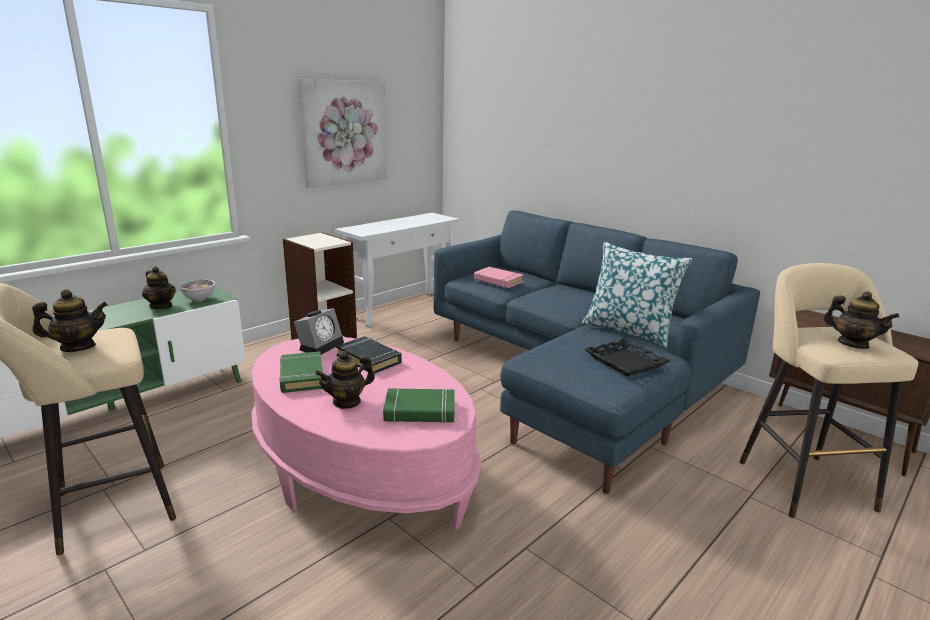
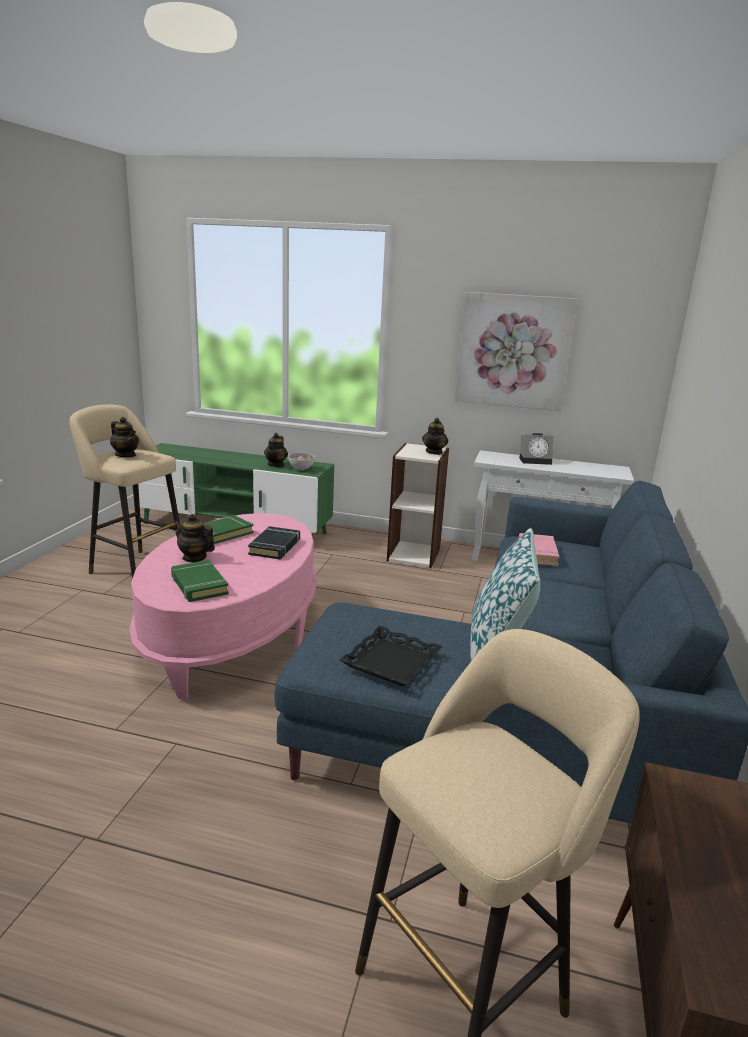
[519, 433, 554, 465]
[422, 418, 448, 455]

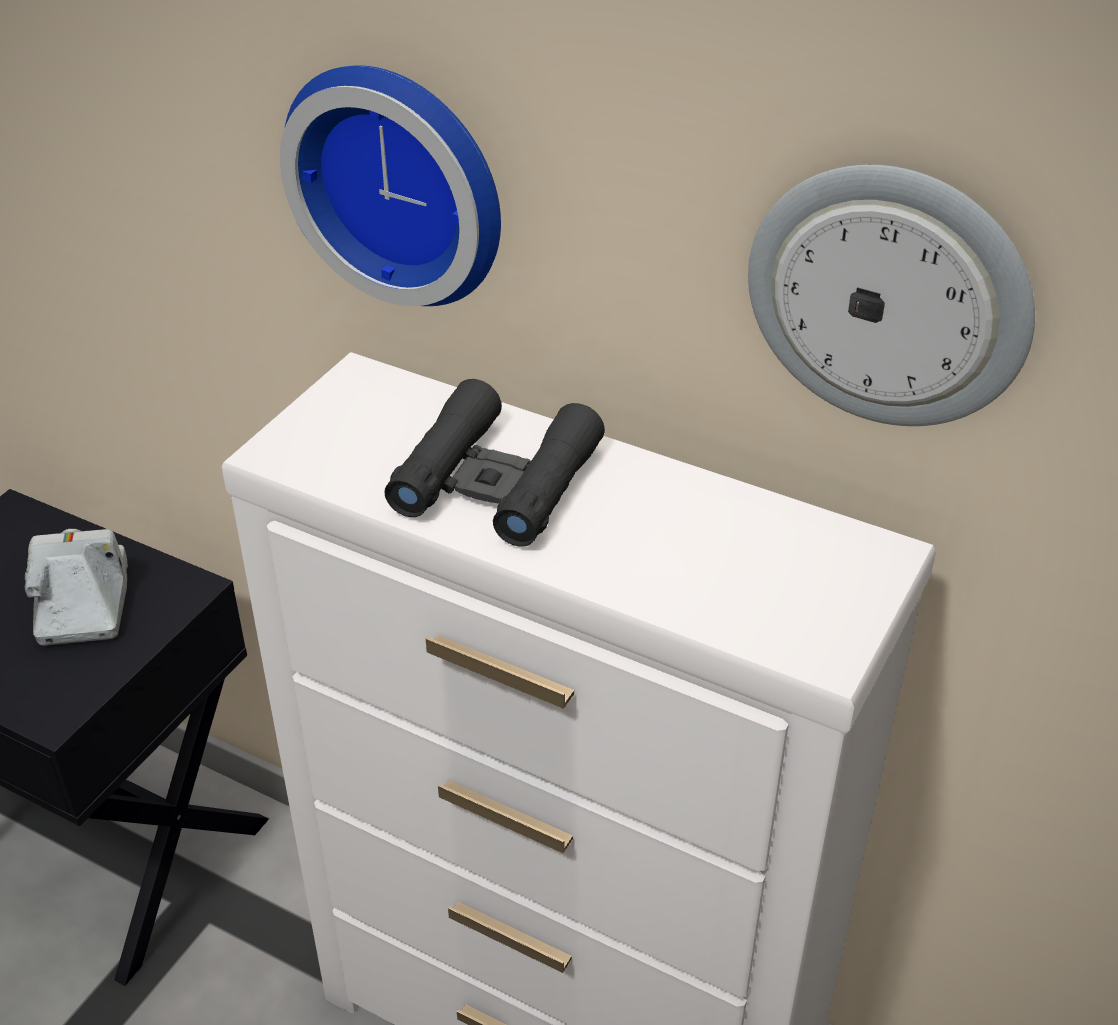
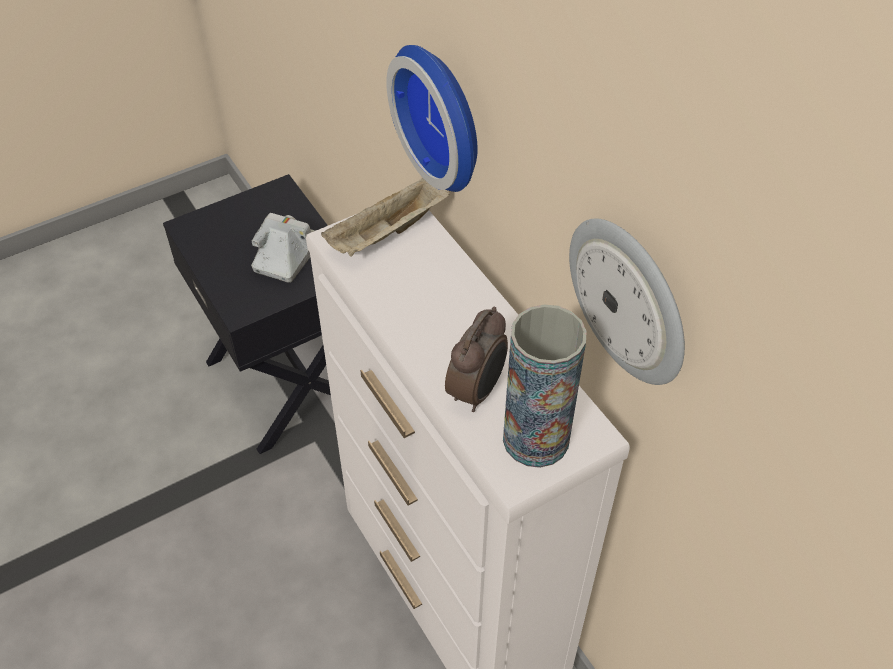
[384, 379, 605, 547] (first image)
[321, 178, 450, 257]
[445, 307, 508, 412]
[503, 305, 587, 468]

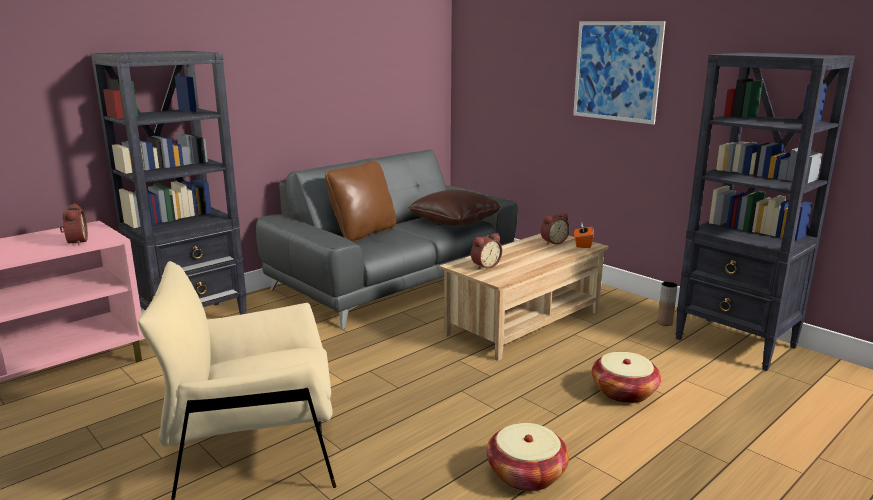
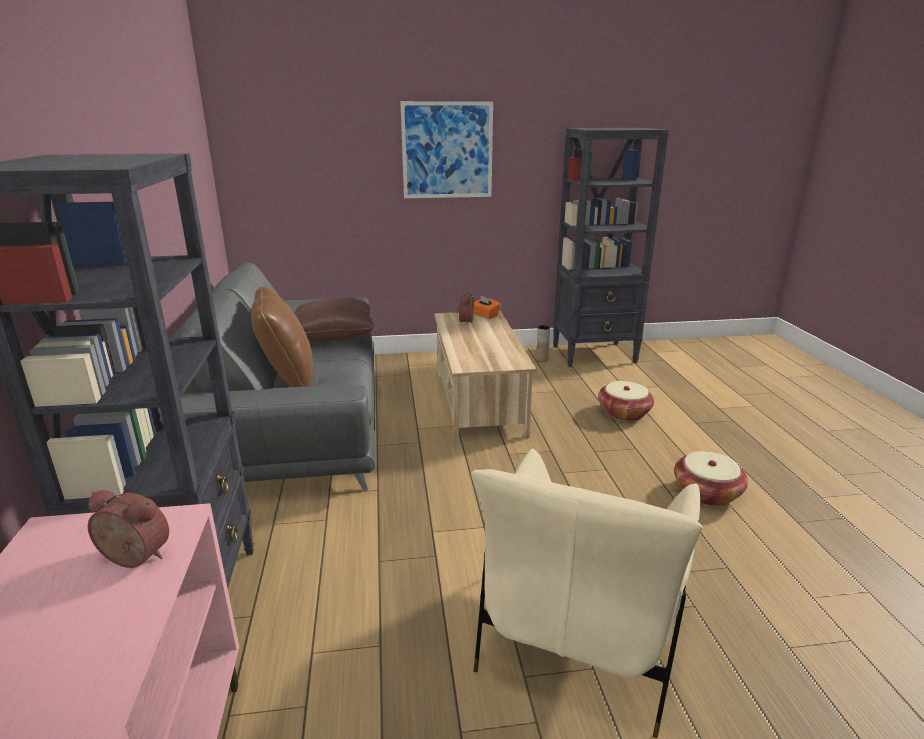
[471, 233, 502, 270] (first image)

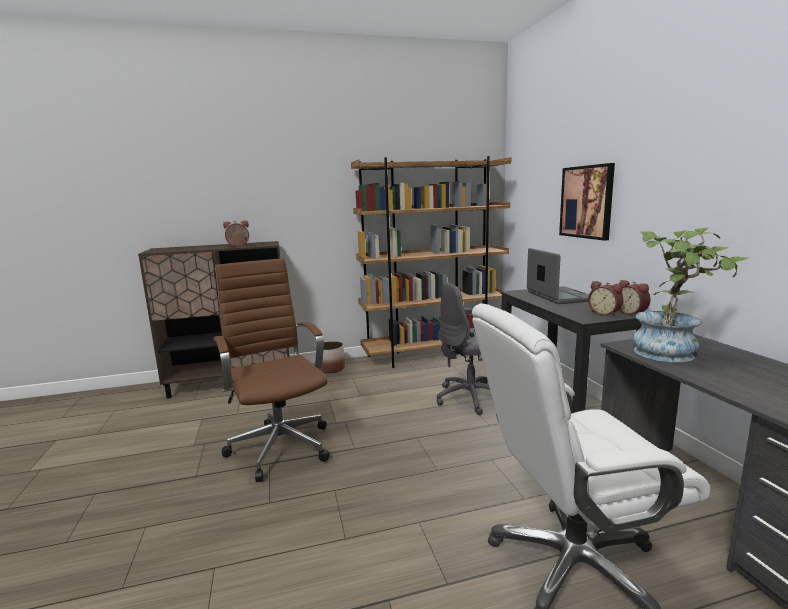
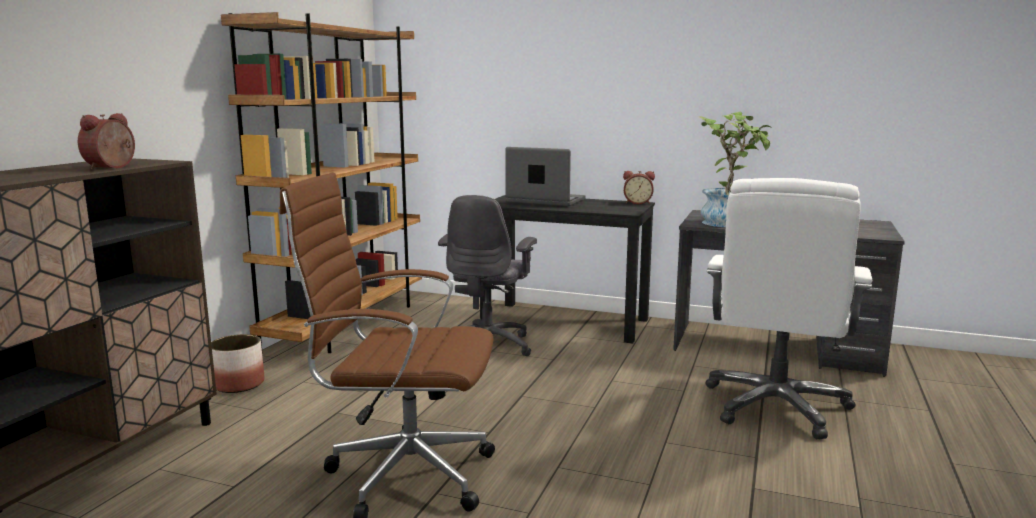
[559, 163, 615, 241] (first image)
[588, 281, 624, 317] (first image)

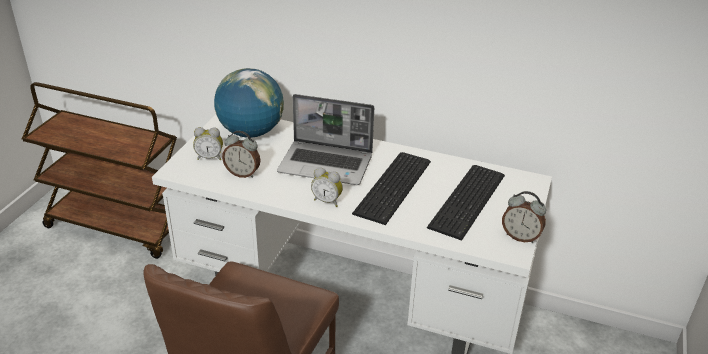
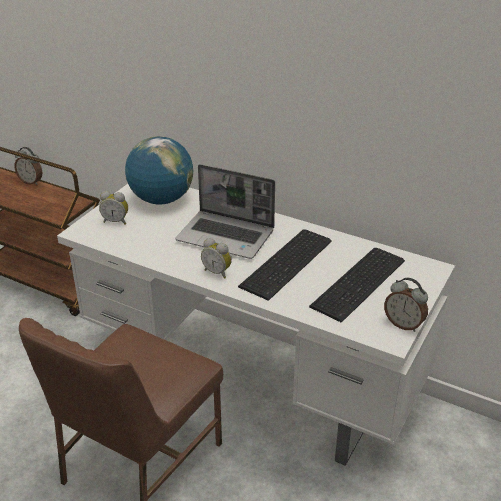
[14, 147, 42, 185]

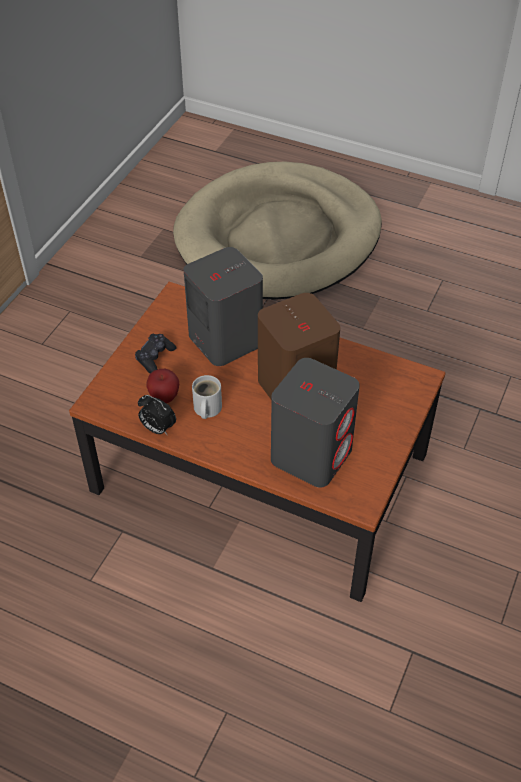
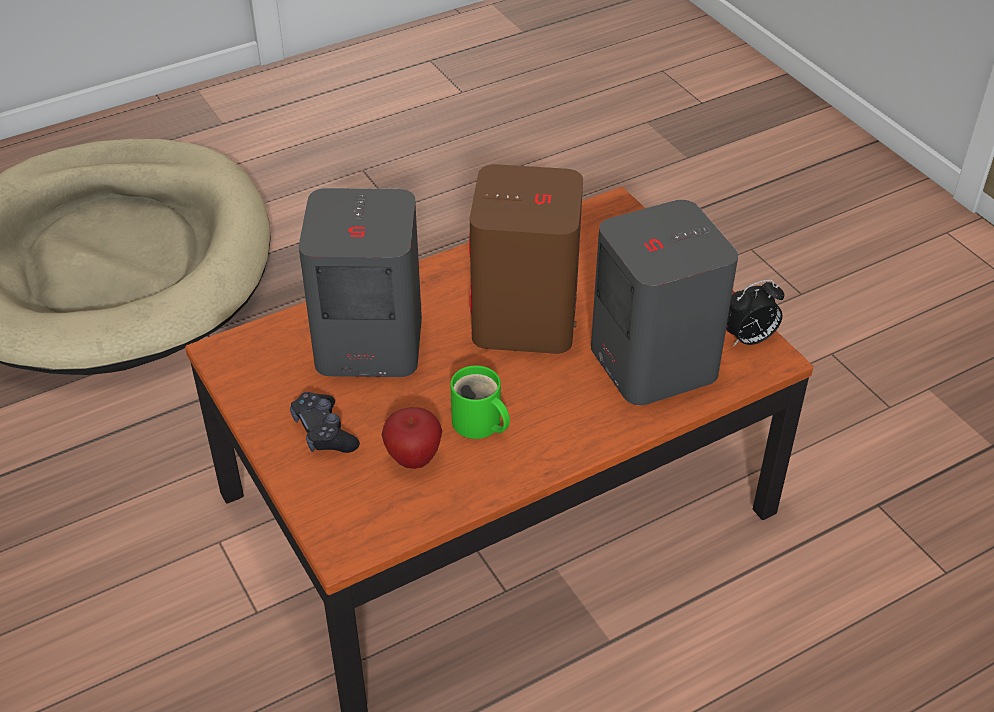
[726, 279, 784, 347]
[450, 365, 510, 439]

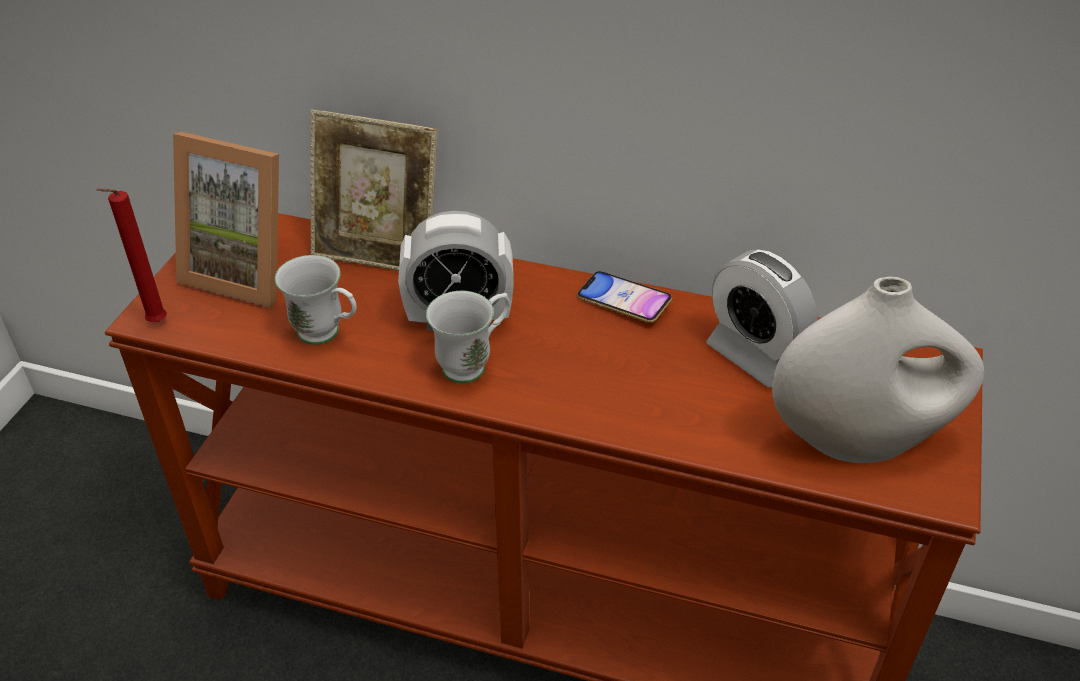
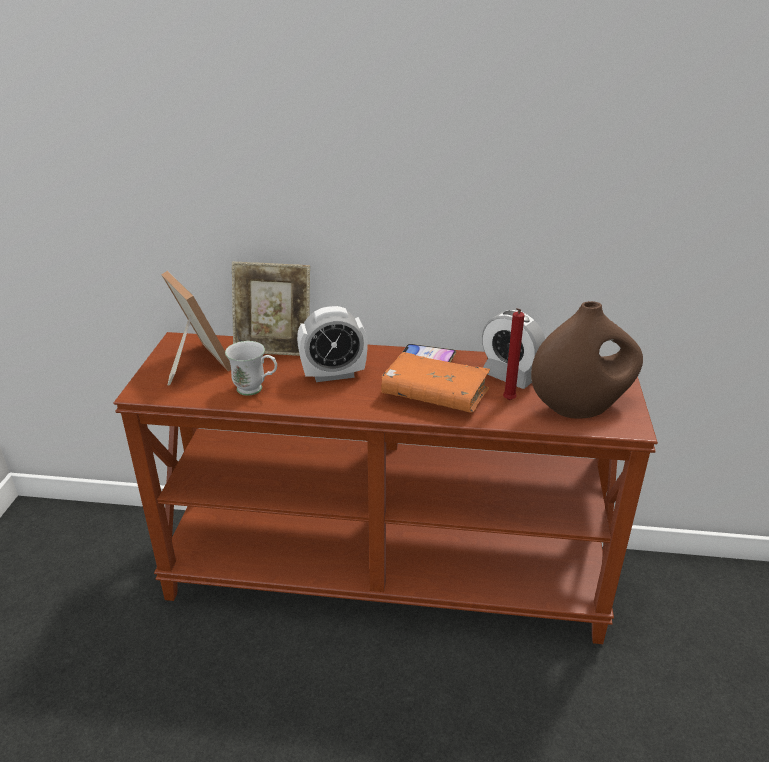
[503, 308, 525, 400]
[161, 271, 231, 386]
[426, 291, 510, 383] (first image)
[531, 301, 643, 419]
[381, 352, 490, 413]

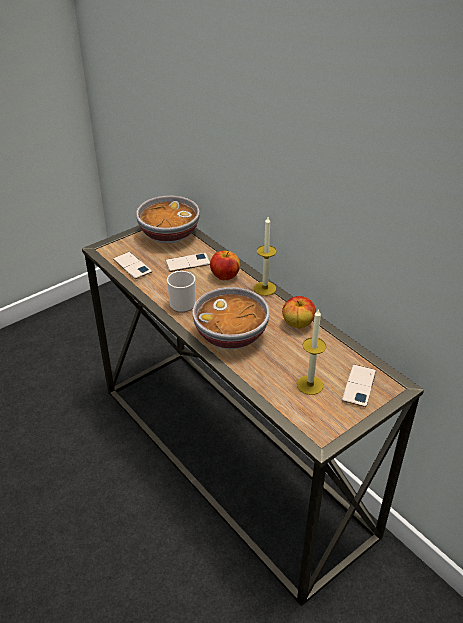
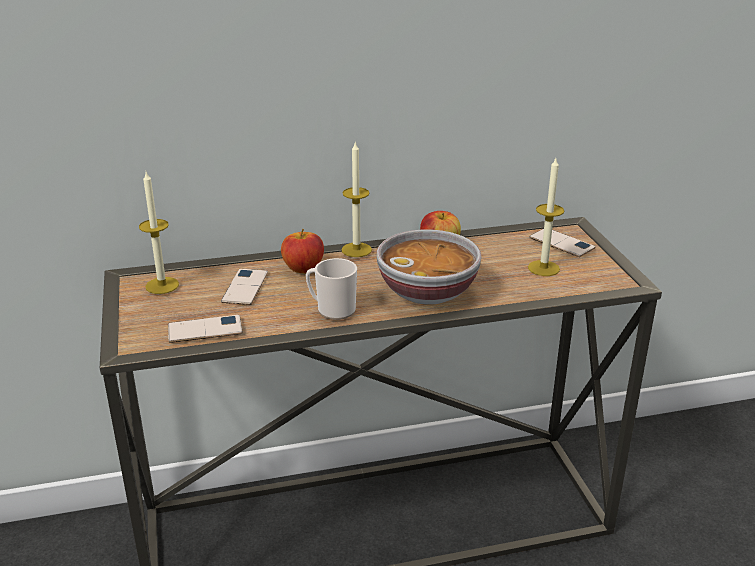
[139, 172, 179, 294]

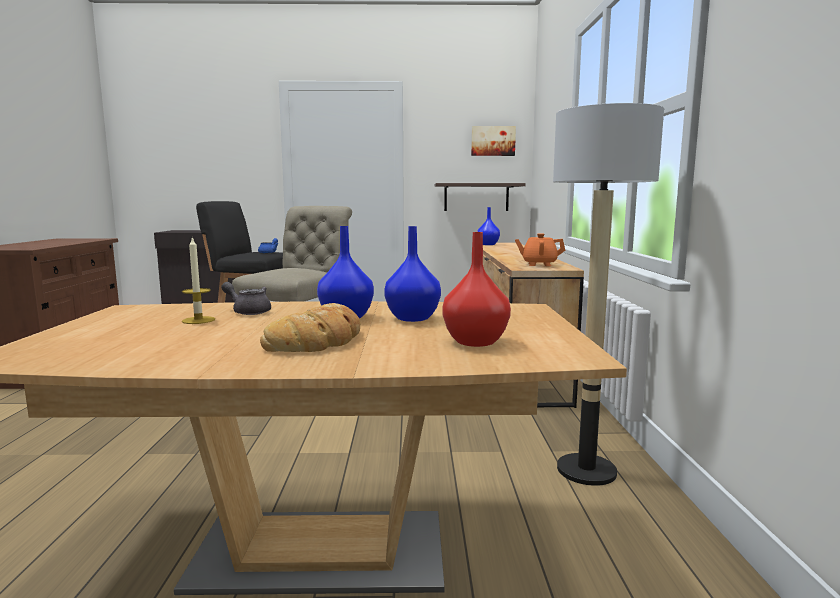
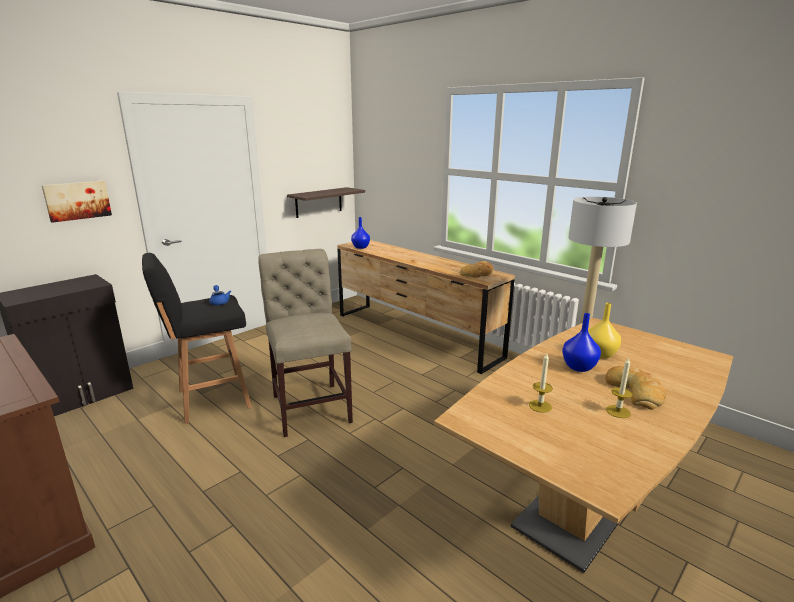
[221, 282, 271, 315] (first image)
[588, 303, 621, 359]
[442, 232, 511, 347] (first image)
[41, 181, 112, 223]
[460, 261, 493, 277]
[606, 357, 633, 418]

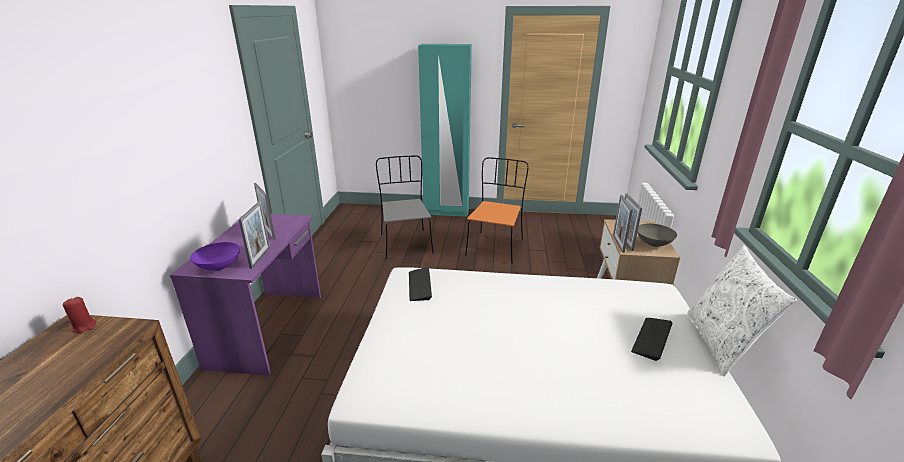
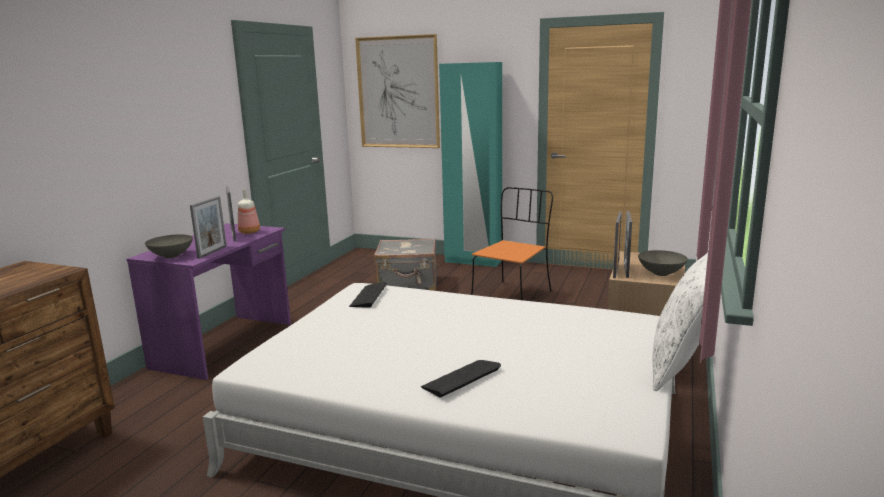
[63, 297, 97, 333] (first image)
[145, 234, 193, 258]
[374, 238, 437, 291]
[421, 360, 501, 397]
[238, 189, 260, 234]
[355, 34, 440, 148]

